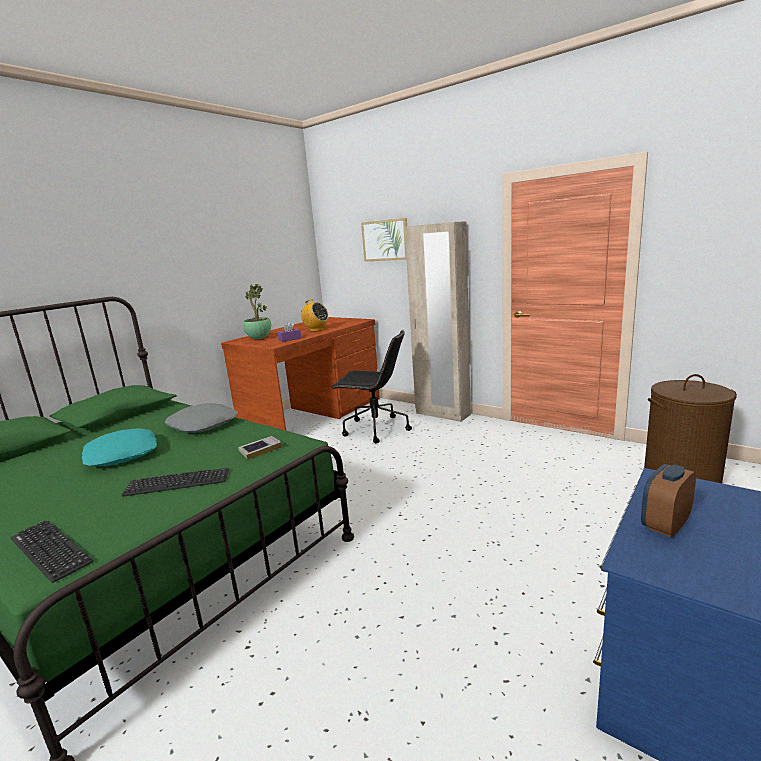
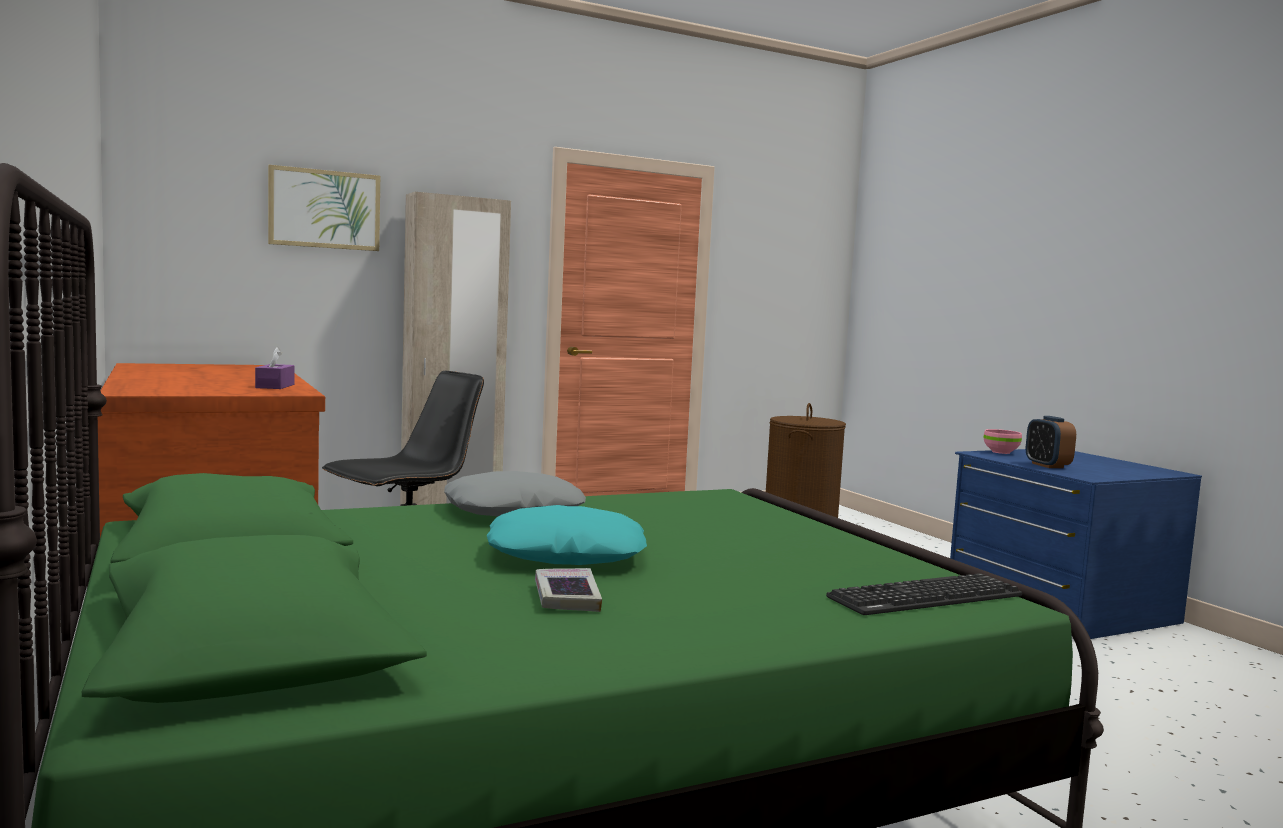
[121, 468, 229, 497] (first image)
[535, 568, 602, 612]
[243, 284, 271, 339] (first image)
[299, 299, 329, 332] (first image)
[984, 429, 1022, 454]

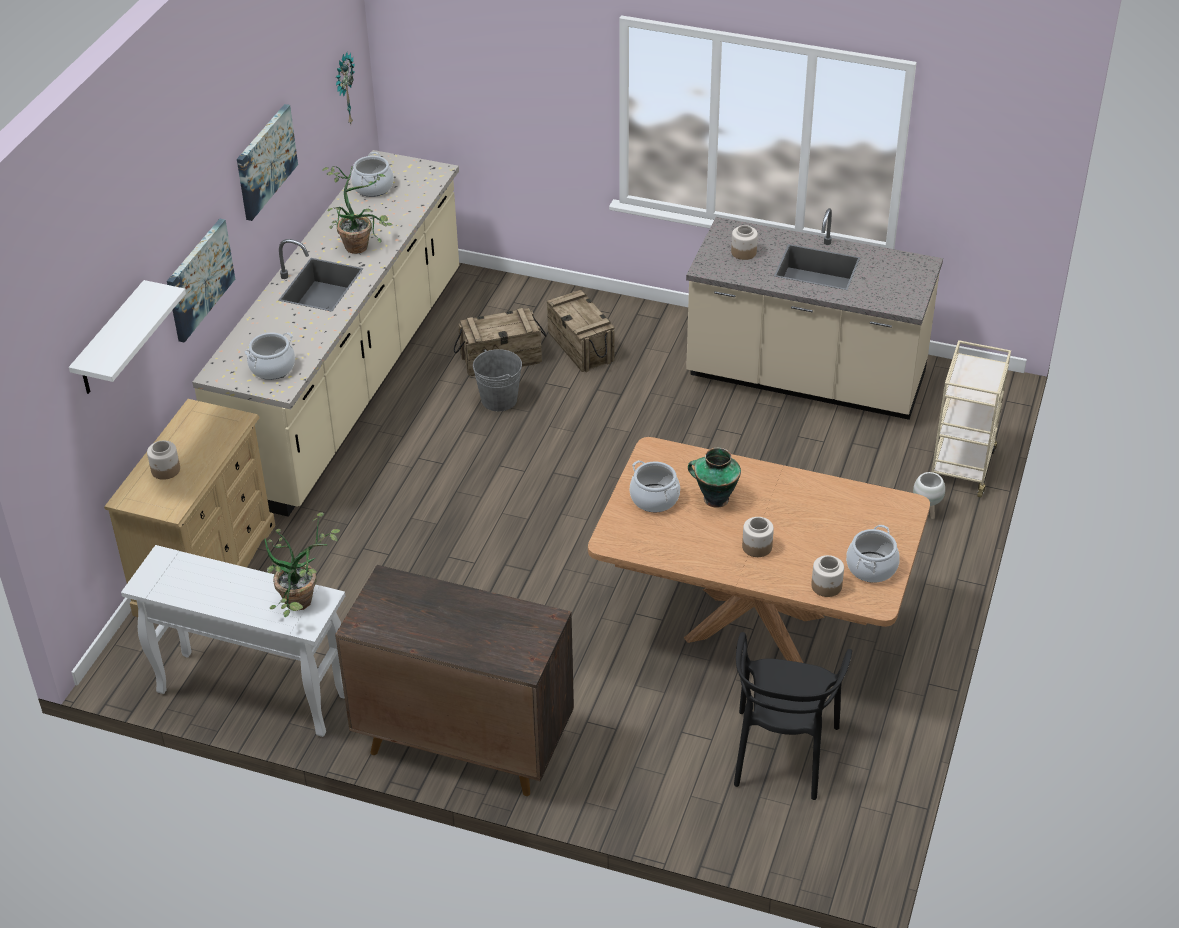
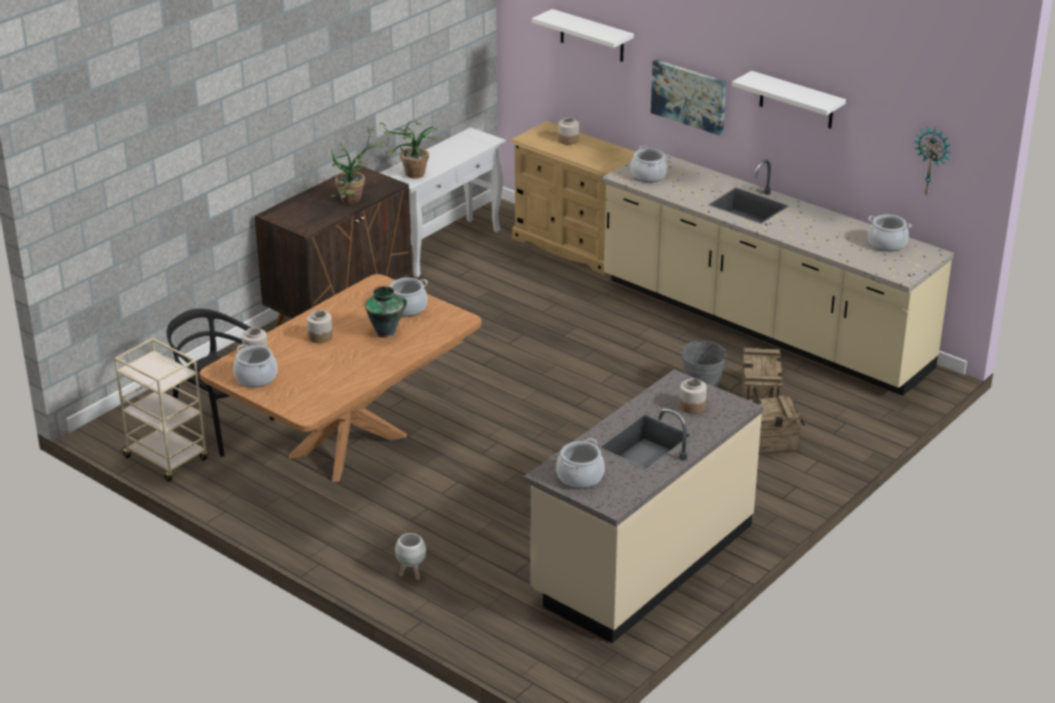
[732, 71, 846, 129]
[331, 129, 384, 204]
[114, 338, 209, 482]
[556, 438, 605, 488]

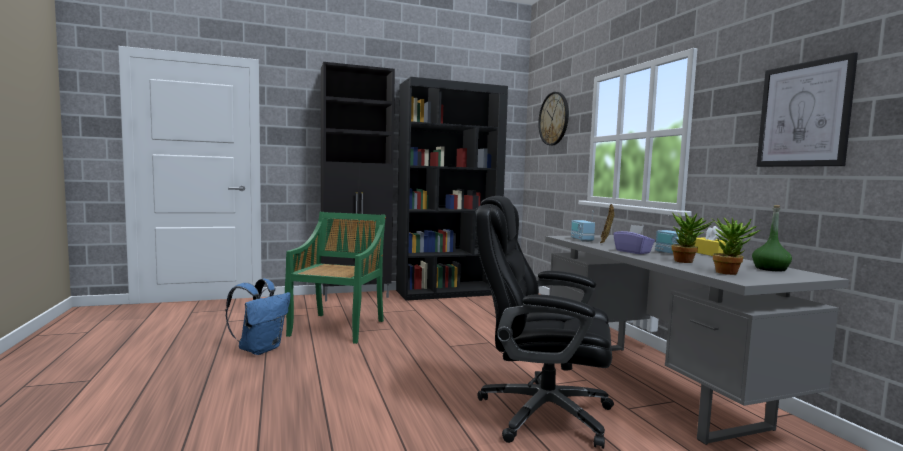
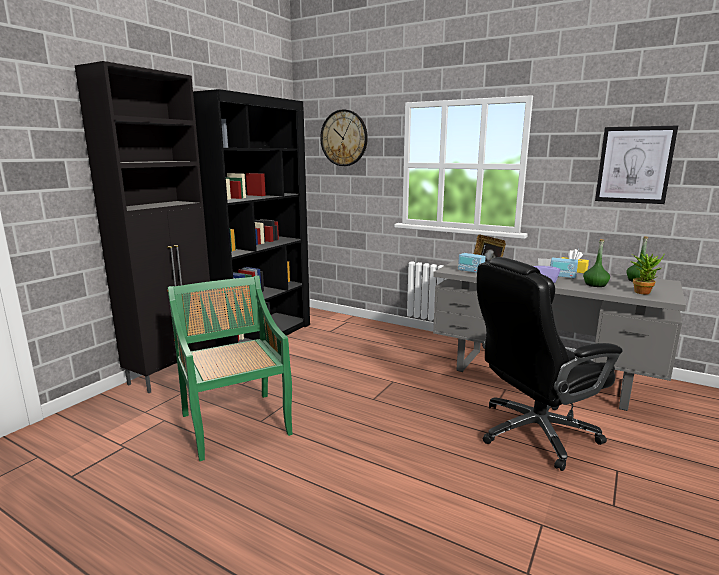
[226, 279, 290, 355] (first image)
[583, 239, 610, 287]

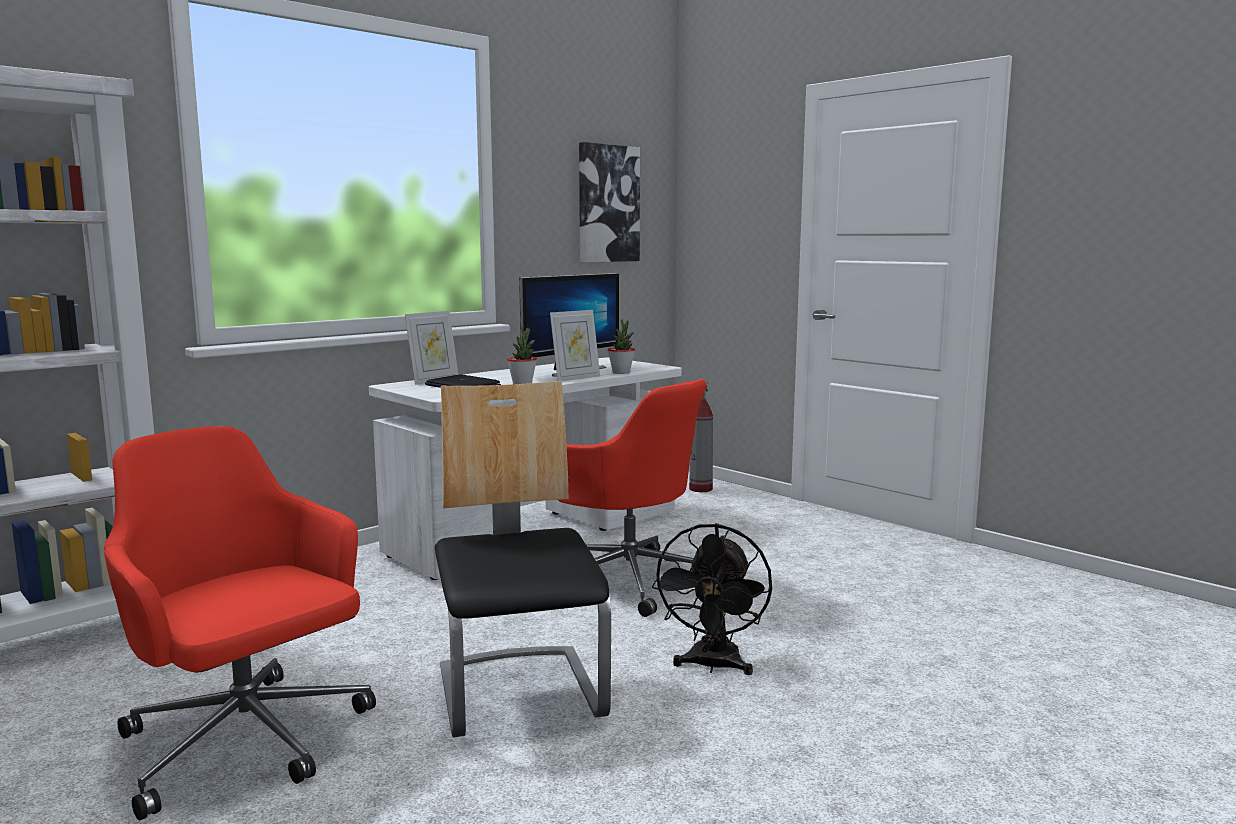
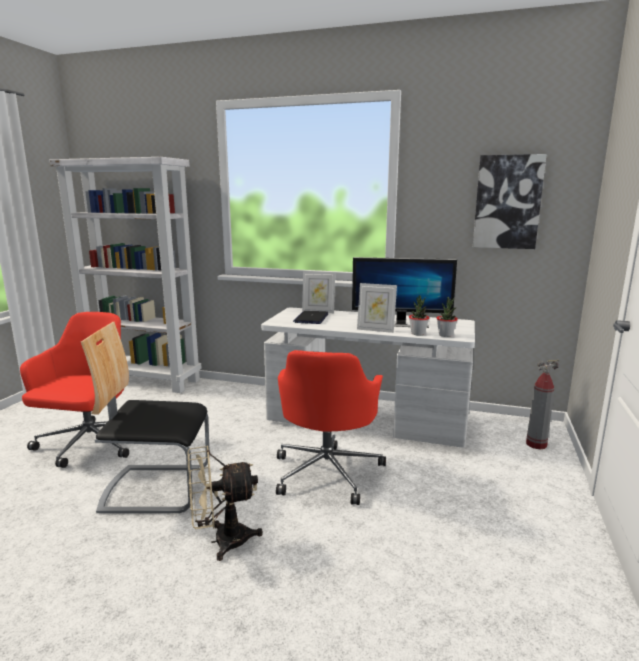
[81, 322, 210, 513]
[437, 297, 458, 337]
[188, 446, 263, 561]

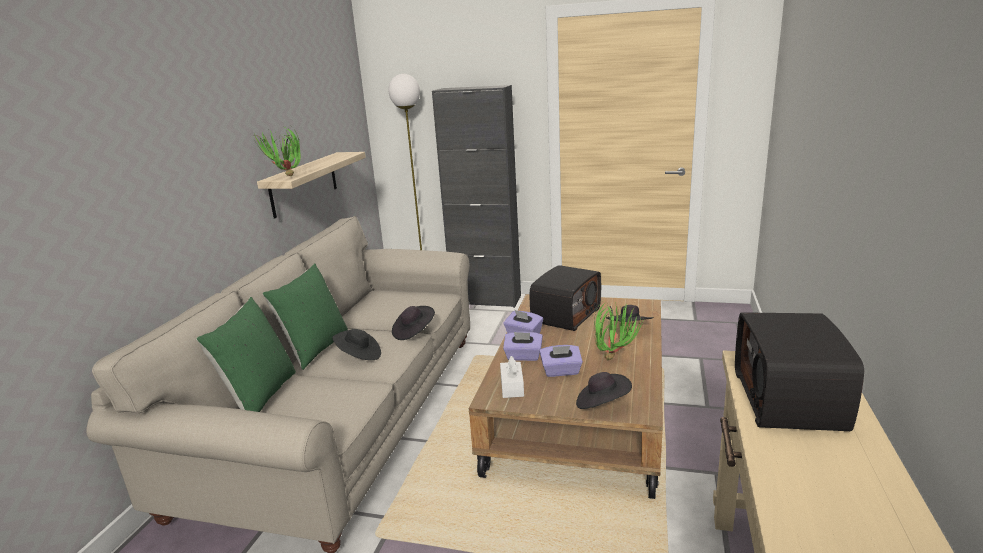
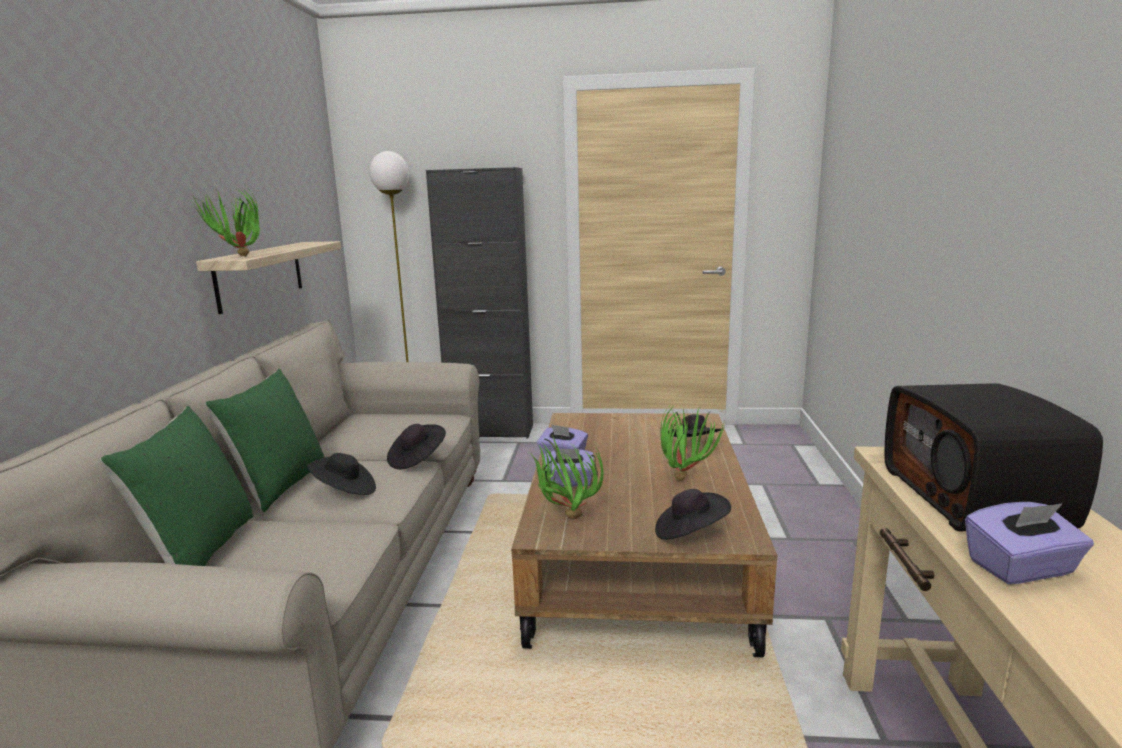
[529, 435, 603, 519]
[530, 265, 601, 331] (first image)
[965, 502, 1094, 584]

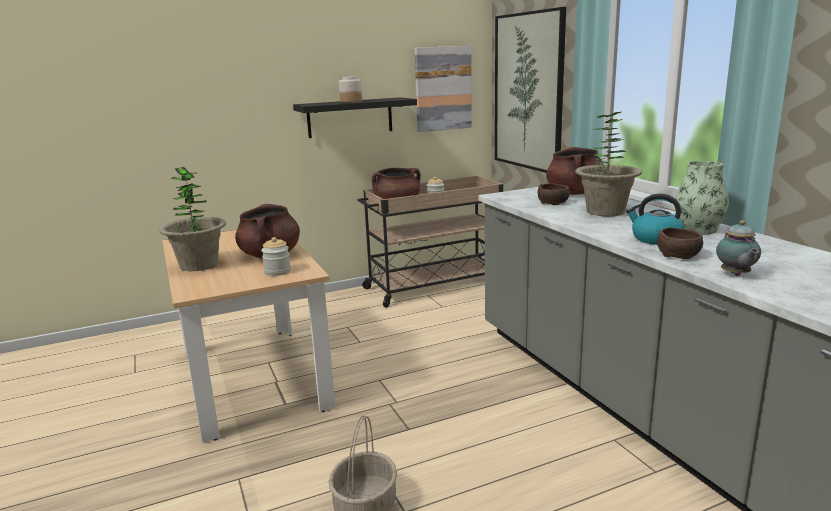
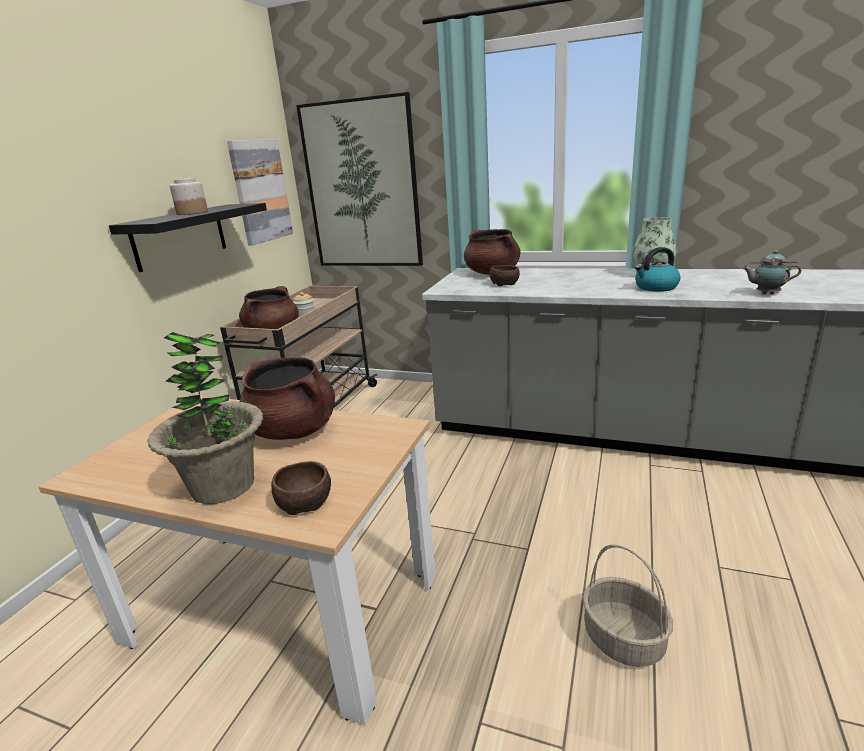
[261, 237, 291, 276] (first image)
[575, 112, 642, 216] (first image)
[271, 461, 331, 515]
[742, 250, 801, 294]

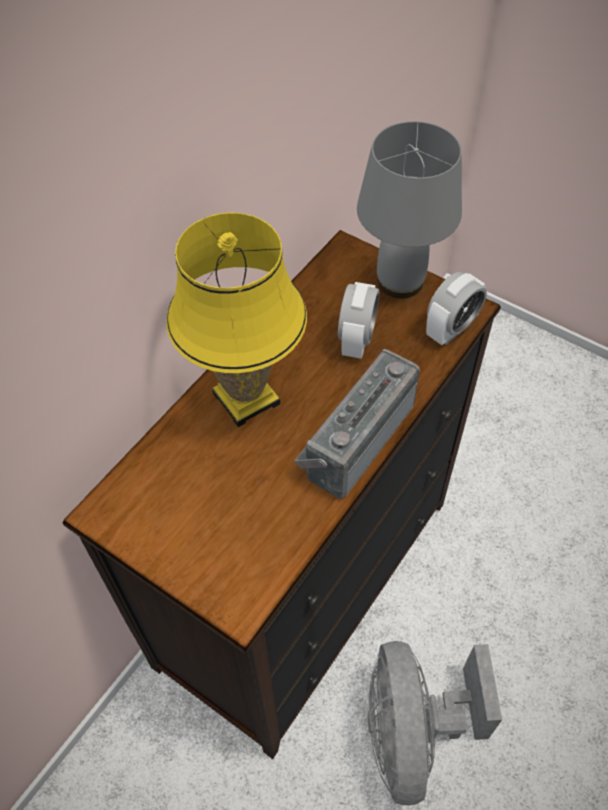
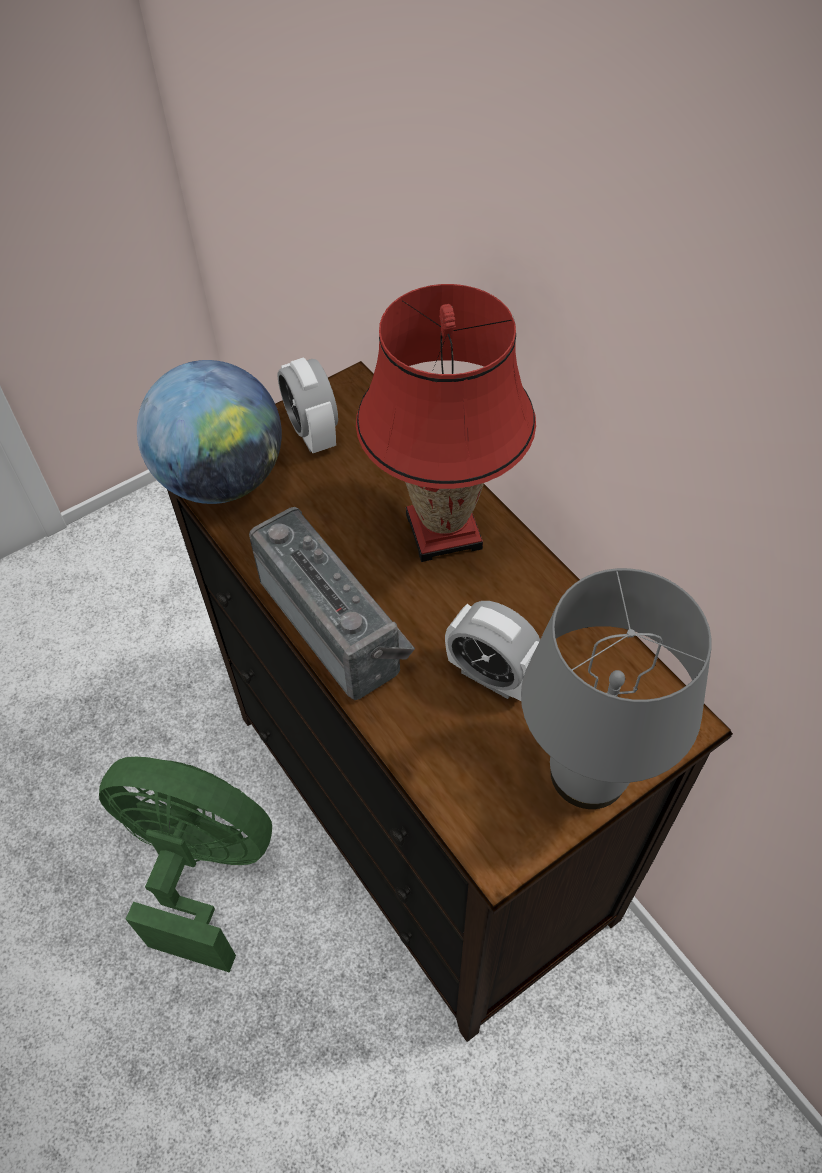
[356, 284, 536, 562]
[99, 757, 272, 973]
[277, 358, 338, 453]
[137, 360, 282, 504]

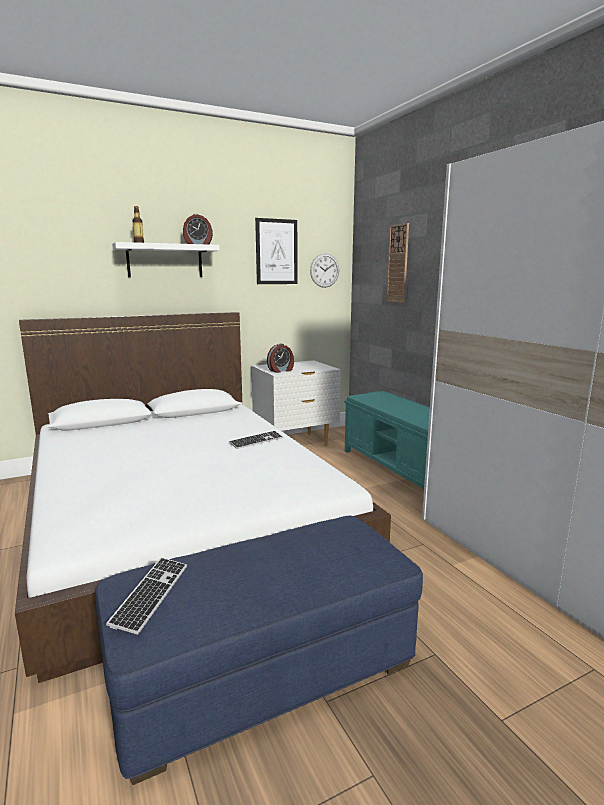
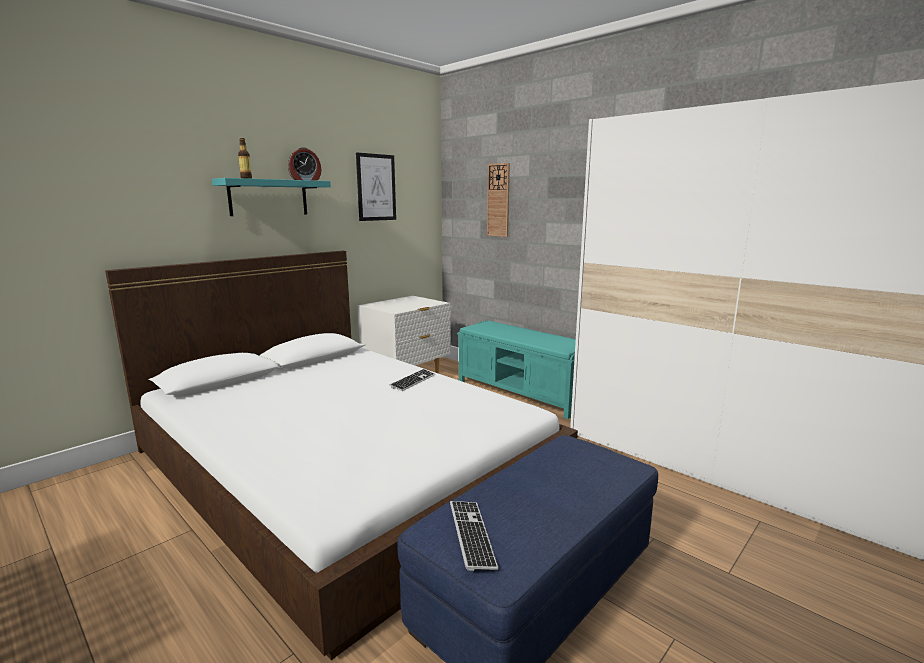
[212, 178, 331, 216]
[267, 344, 294, 373] (first image)
[310, 253, 339, 288] (first image)

